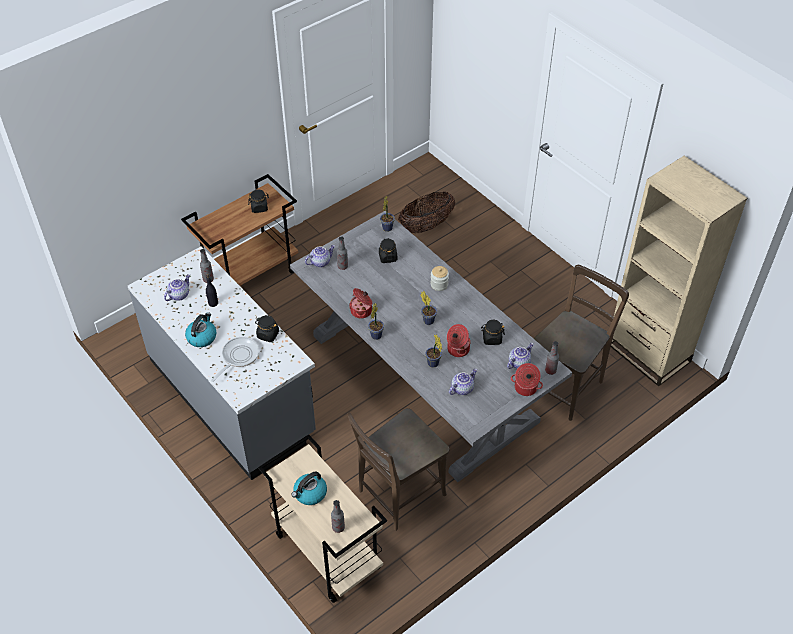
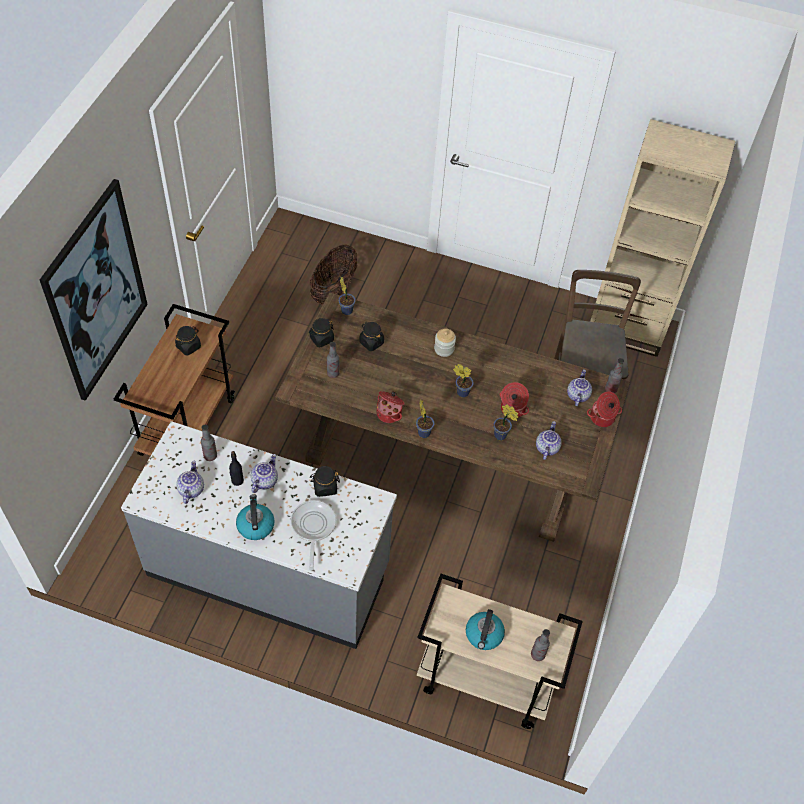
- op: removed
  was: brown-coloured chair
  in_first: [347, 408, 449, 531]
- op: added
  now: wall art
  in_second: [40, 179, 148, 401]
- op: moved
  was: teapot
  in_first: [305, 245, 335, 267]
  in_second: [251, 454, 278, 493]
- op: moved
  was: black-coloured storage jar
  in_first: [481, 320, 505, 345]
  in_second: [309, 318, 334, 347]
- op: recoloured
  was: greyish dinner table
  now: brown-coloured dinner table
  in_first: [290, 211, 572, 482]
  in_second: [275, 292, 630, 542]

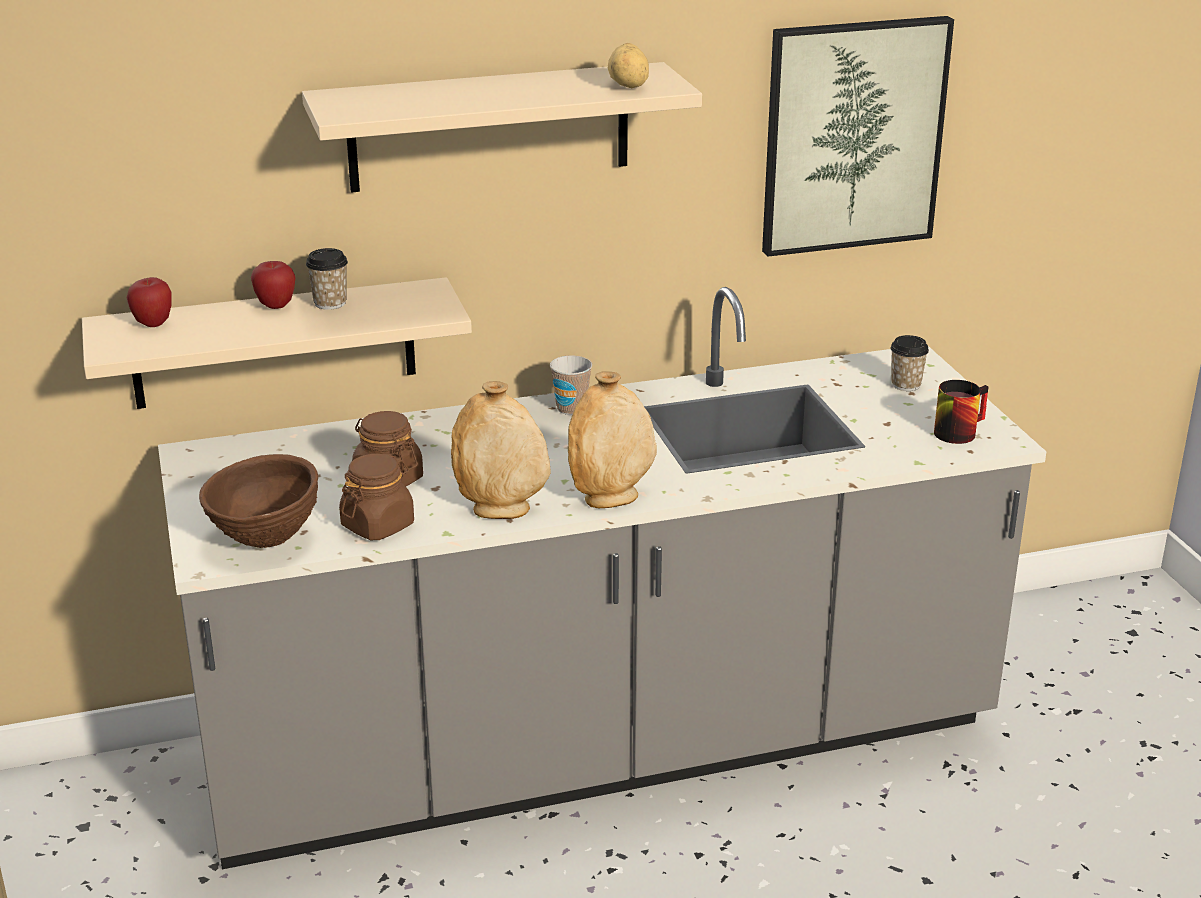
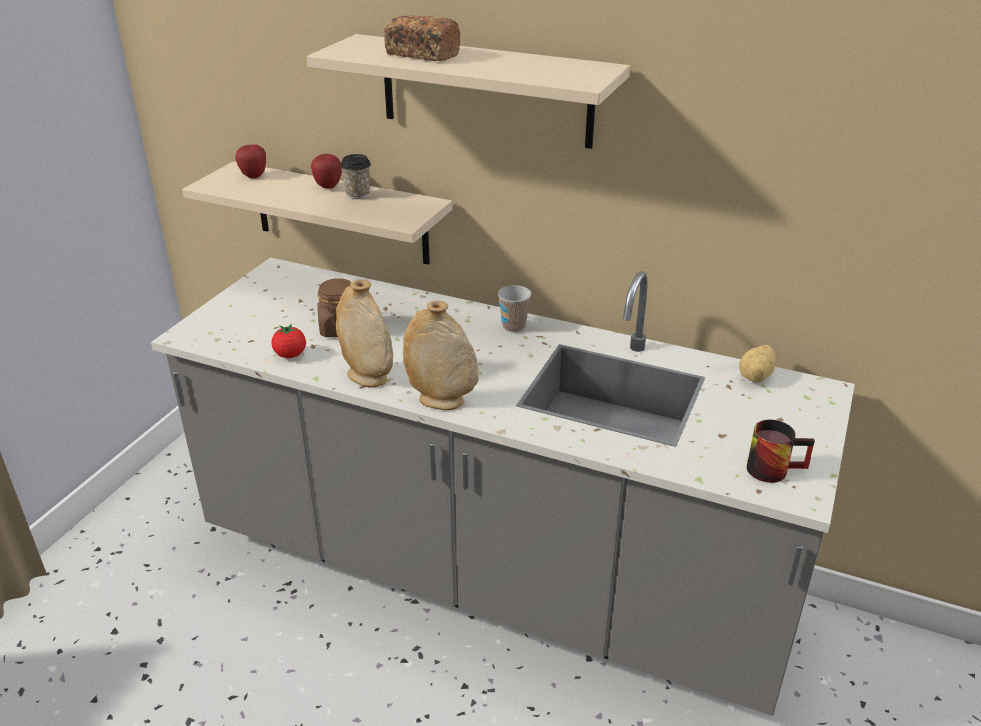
- op: removed
  was: brown-coloured bowl
  in_first: [199, 454, 318, 548]
- op: removed
  was: wall art
  in_first: [762, 16, 954, 257]
- op: removed
  was: small cup
  in_first: [891, 335, 929, 391]
- op: added
  now: bread
  in_second: [384, 15, 460, 61]
- op: moved
  was: spud
  in_first: [608, 43, 649, 88]
  in_second: [739, 345, 776, 383]
- op: replaced
  was: brown-coloured storage jar
  now: fresh tomato
  in_first: [339, 454, 414, 540]
  in_second: [271, 324, 306, 358]

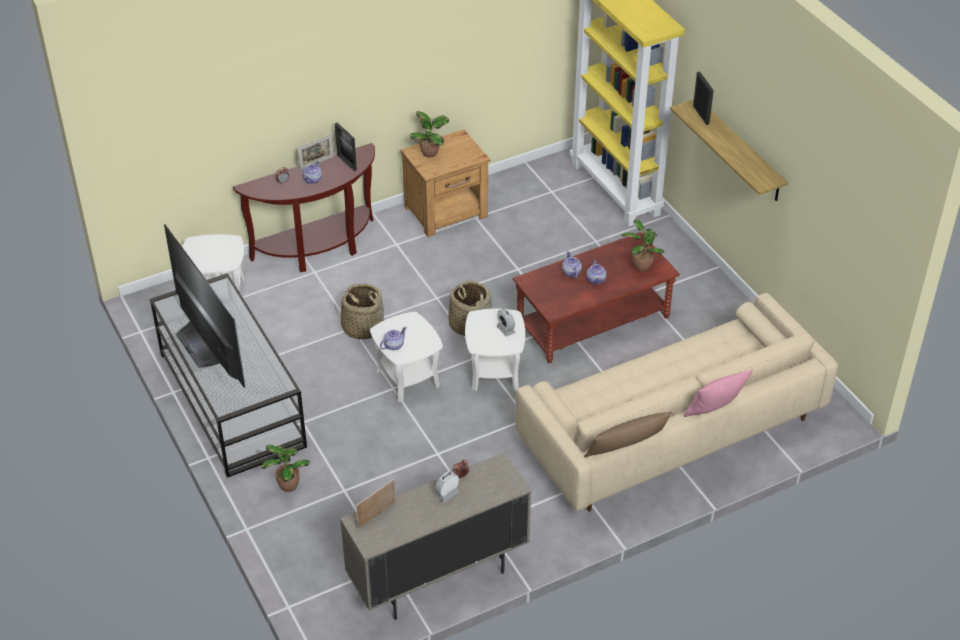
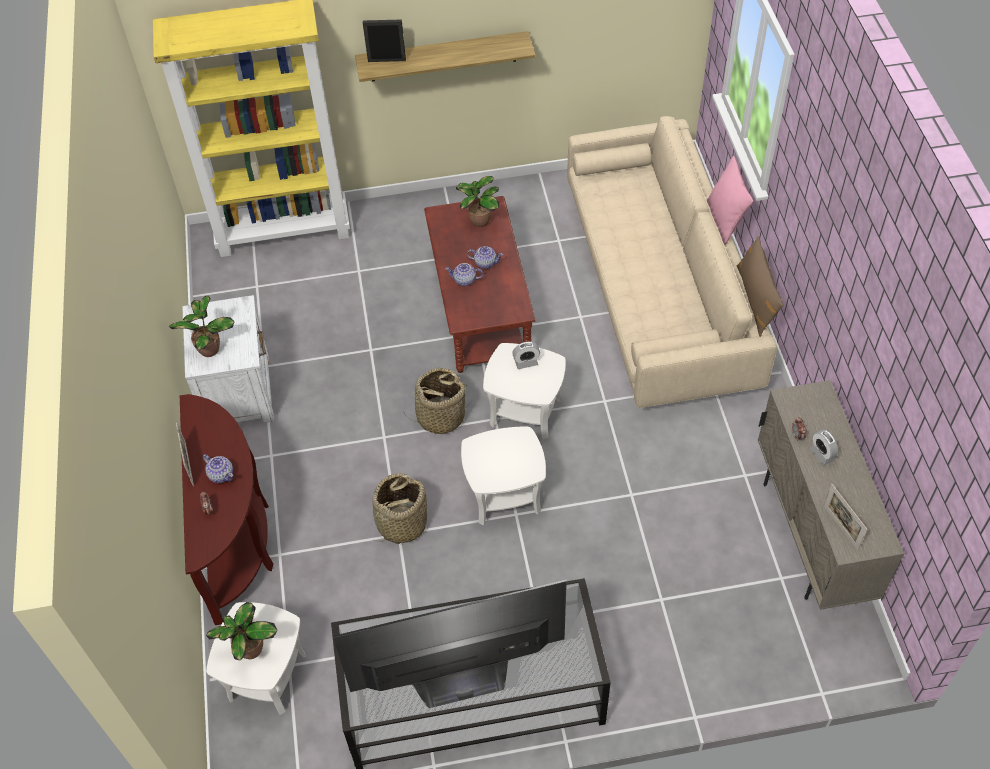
- op: removed
  was: standing frame
  in_first: [335, 123, 357, 171]
- op: removed
  was: teapot
  in_first: [380, 327, 407, 350]
- op: moved
  was: potted plant
  in_first: [260, 445, 311, 492]
  in_second: [206, 602, 278, 660]
- op: recoloured
  was: brown-coloured nightstand
  now: white nightstand
  in_first: [400, 129, 491, 237]
  in_second: [182, 295, 274, 423]

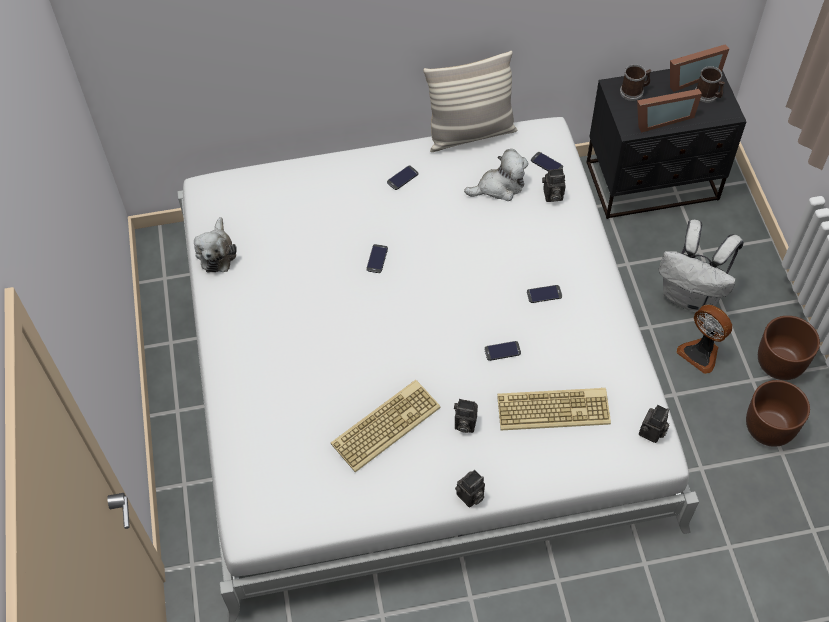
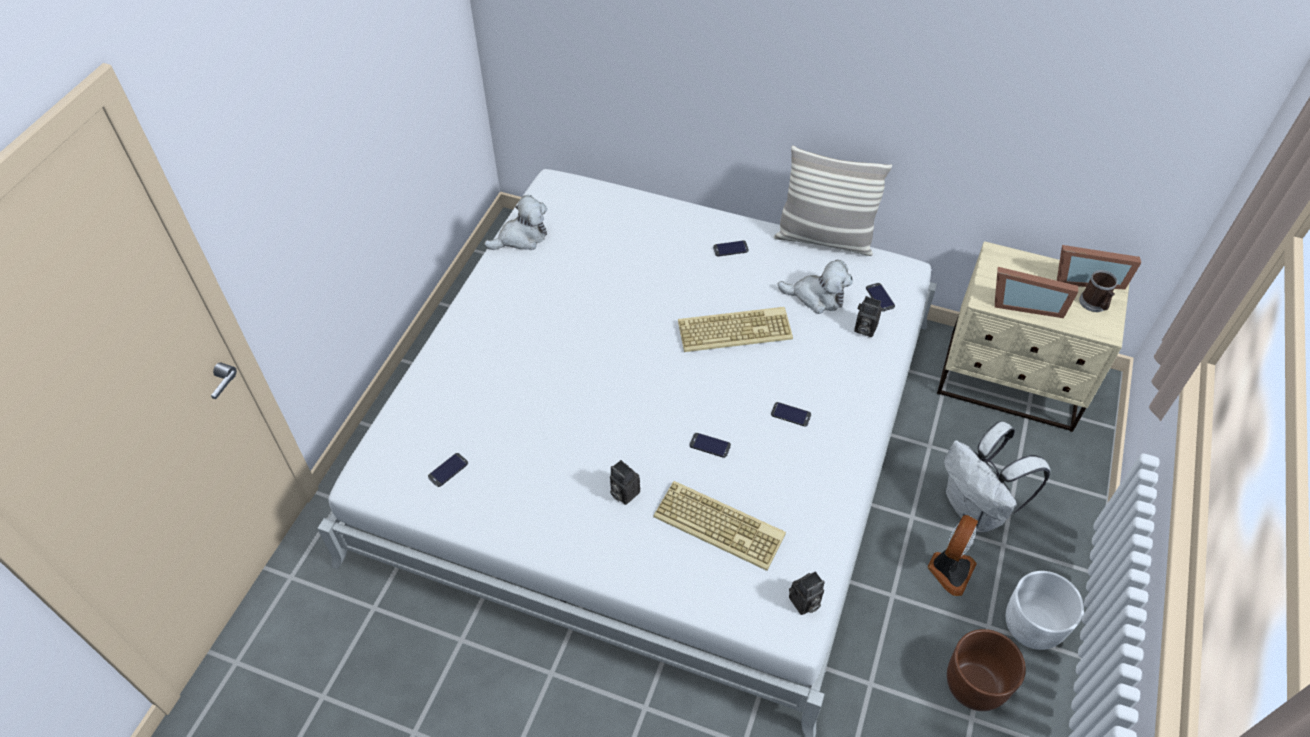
- op: removed
  was: still camera
  in_first: [455, 470, 485, 508]
- op: removed
  was: mug
  in_first: [620, 64, 651, 101]
- op: moved
  was: keyboard
  in_first: [331, 380, 441, 472]
  in_second: [678, 307, 793, 352]
- op: moved
  was: handset
  in_first: [366, 244, 388, 273]
  in_second: [428, 453, 468, 487]
- op: recoloured
  was: black-coloured nightstand
  now: beige nightstand
  in_first: [587, 69, 747, 219]
  in_second: [937, 241, 1130, 432]
- op: recoloured
  was: brown-coloured flower pot
  now: white flower pot
  in_first: [758, 316, 820, 380]
  in_second: [1006, 571, 1084, 650]
- op: turned
  was: plush toy
  in_first: [194, 217, 237, 272]
  in_second: [484, 195, 547, 250]
  clockwise: -150
- op: turned
  was: fan
  in_first: [677, 305, 732, 374]
  in_second: [928, 515, 978, 596]
  clockwise: -135

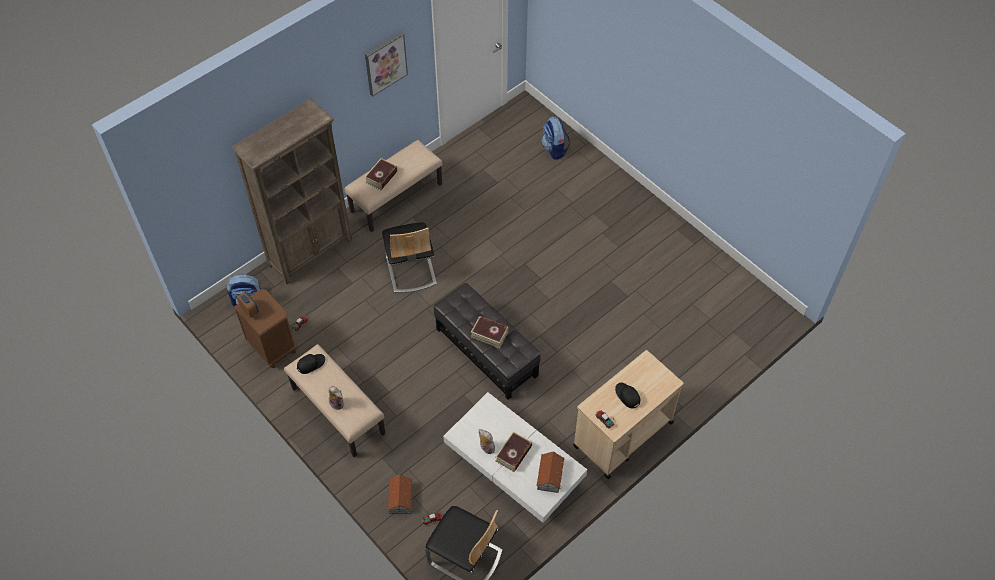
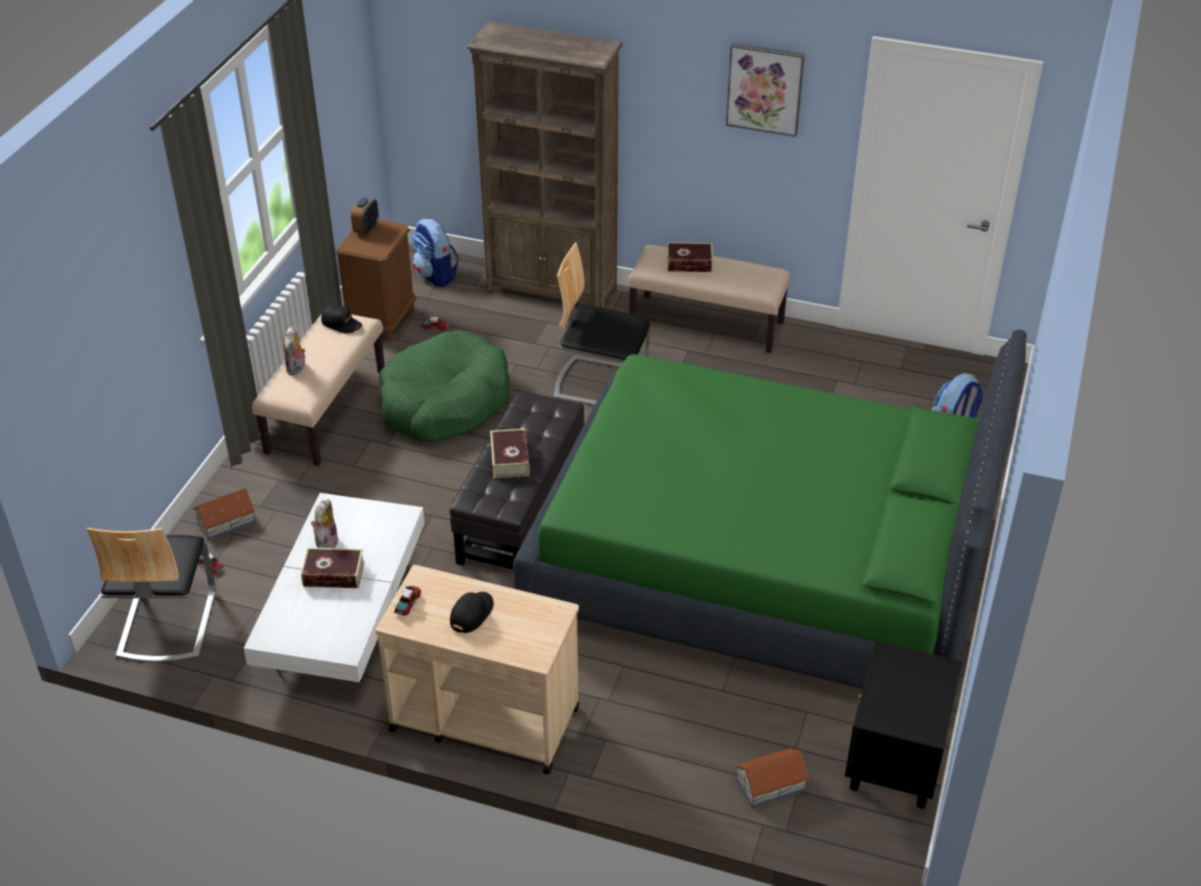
- op: added
  now: green dog cushion
  in_second: [379, 330, 510, 442]
- op: added
  now: green bed
  in_second: [513, 329, 1027, 688]
- op: added
  now: black-coloured nightstand
  in_second: [845, 641, 962, 809]
- op: moved
  was: miniature house
  in_first: [536, 451, 565, 493]
  in_second: [735, 748, 809, 808]
- op: turned
  was: chair
  in_first: [382, 222, 437, 293]
  in_second: [554, 242, 650, 405]
  clockwise: 60

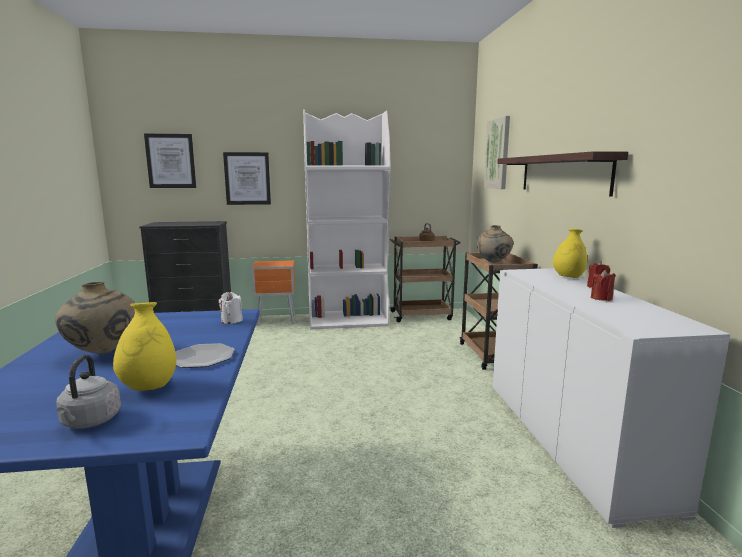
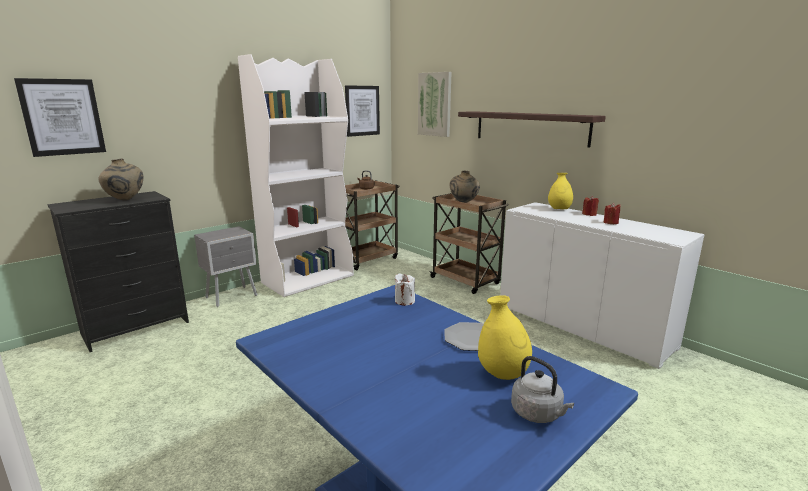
- op: moved
  was: beige flower vase
  in_first: [55, 281, 135, 354]
  in_second: [98, 159, 144, 201]
- op: moved
  was: wall art
  in_first: [223, 152, 271, 205]
  in_second: [345, 85, 380, 137]
- op: recoloured
  was: orange-coloured nightstand
  now: greyish nightstand
  in_first: [251, 260, 295, 325]
  in_second: [194, 226, 257, 307]

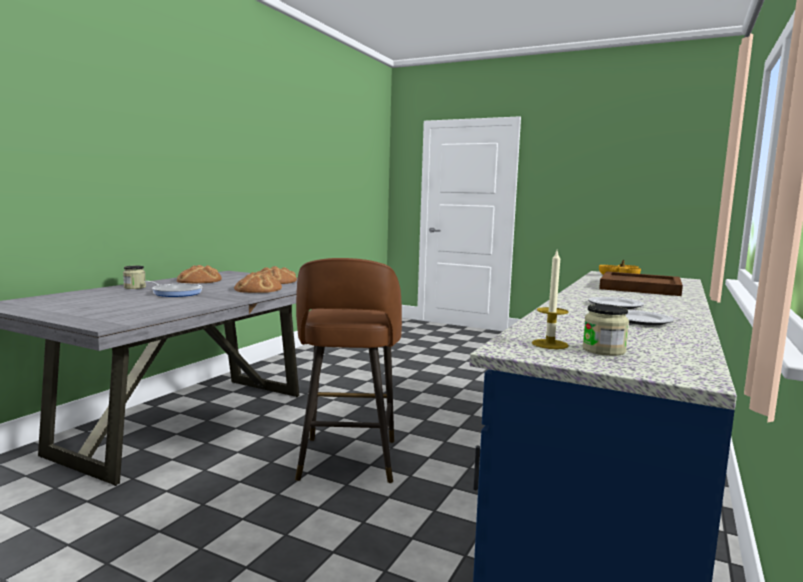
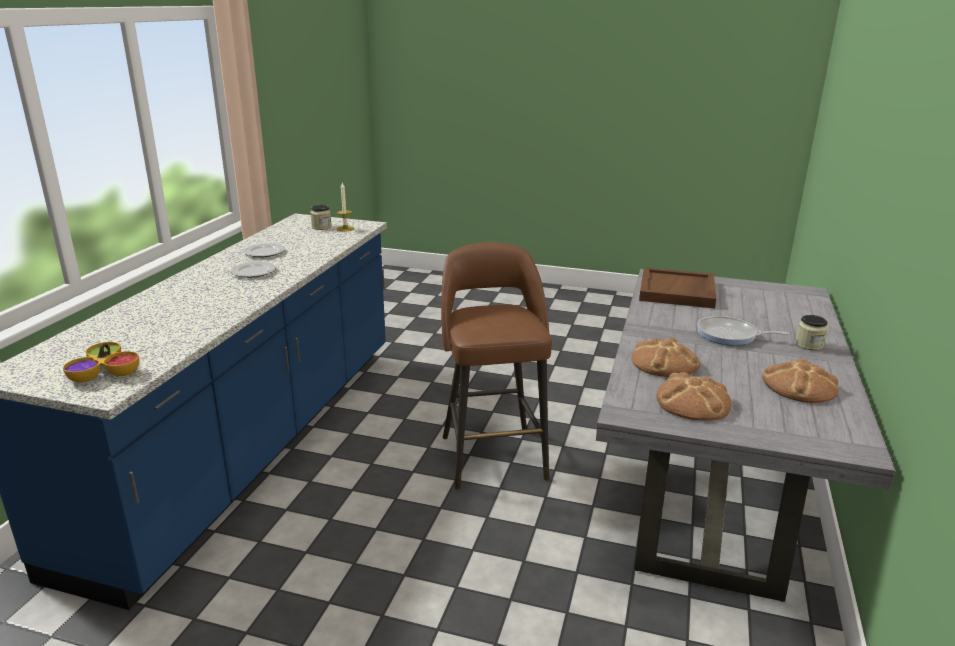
- op: moved
  was: brown-coloured carrying tray
  in_first: [599, 271, 683, 296]
  in_second: [639, 267, 716, 309]

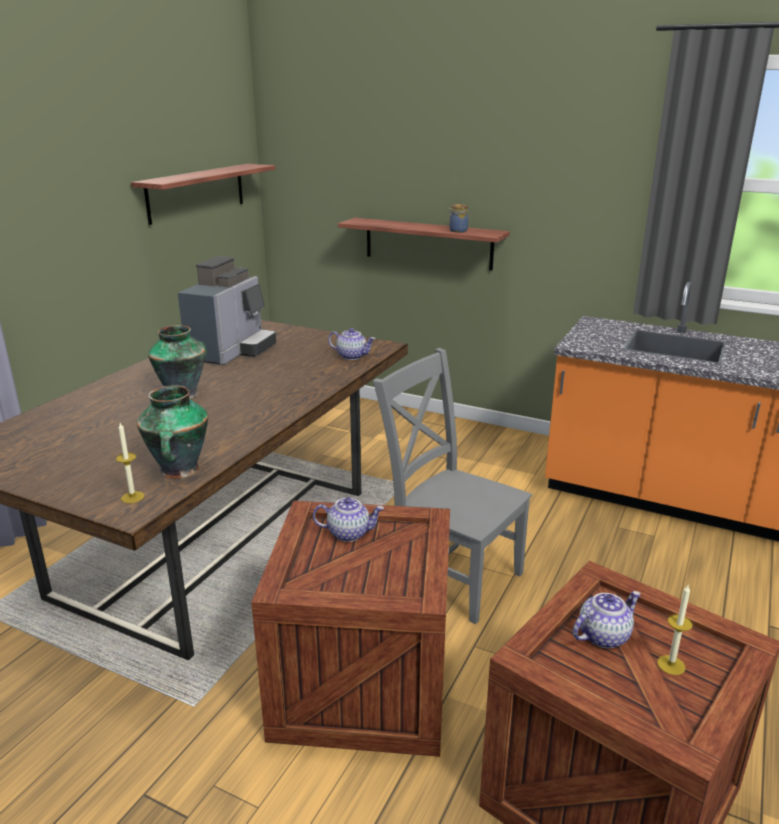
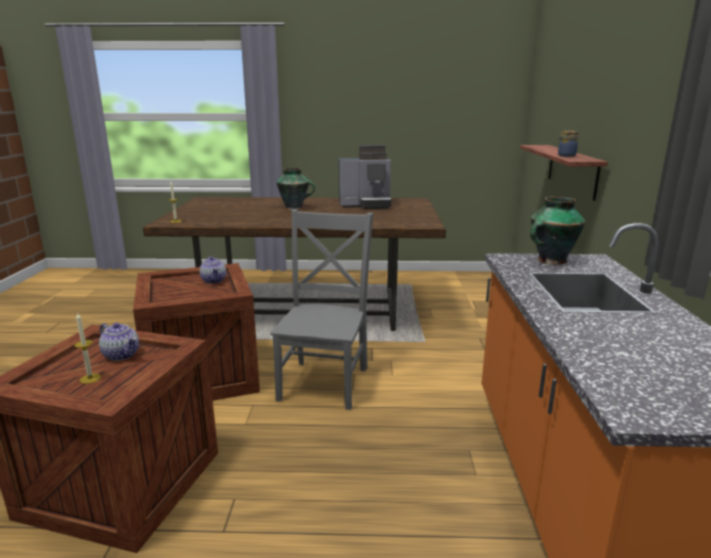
- op: removed
  was: wall shelf
  in_first: [131, 164, 275, 225]
- op: removed
  was: teapot
  in_first: [328, 328, 375, 360]
- op: moved
  was: flower vase
  in_first: [136, 385, 208, 479]
  in_second: [530, 196, 585, 265]

